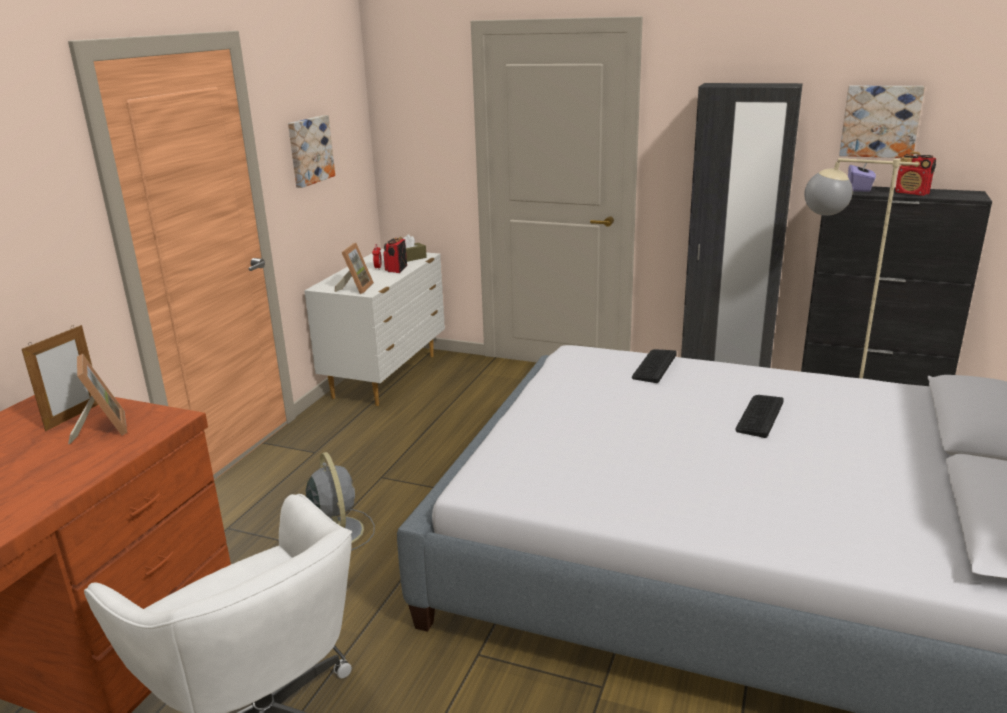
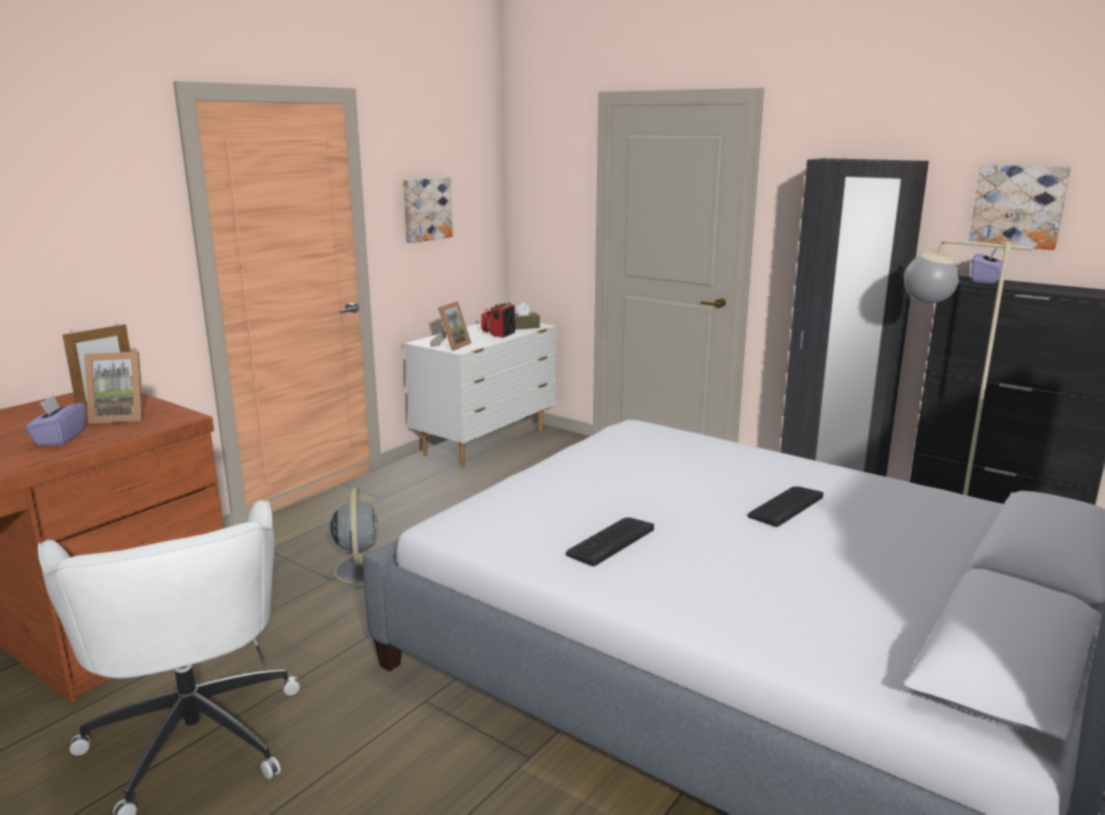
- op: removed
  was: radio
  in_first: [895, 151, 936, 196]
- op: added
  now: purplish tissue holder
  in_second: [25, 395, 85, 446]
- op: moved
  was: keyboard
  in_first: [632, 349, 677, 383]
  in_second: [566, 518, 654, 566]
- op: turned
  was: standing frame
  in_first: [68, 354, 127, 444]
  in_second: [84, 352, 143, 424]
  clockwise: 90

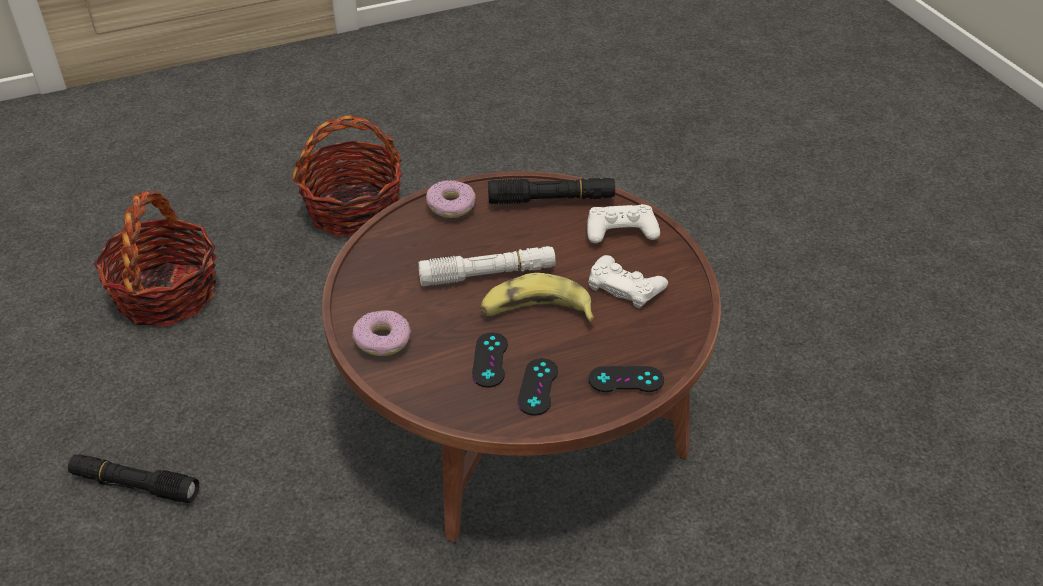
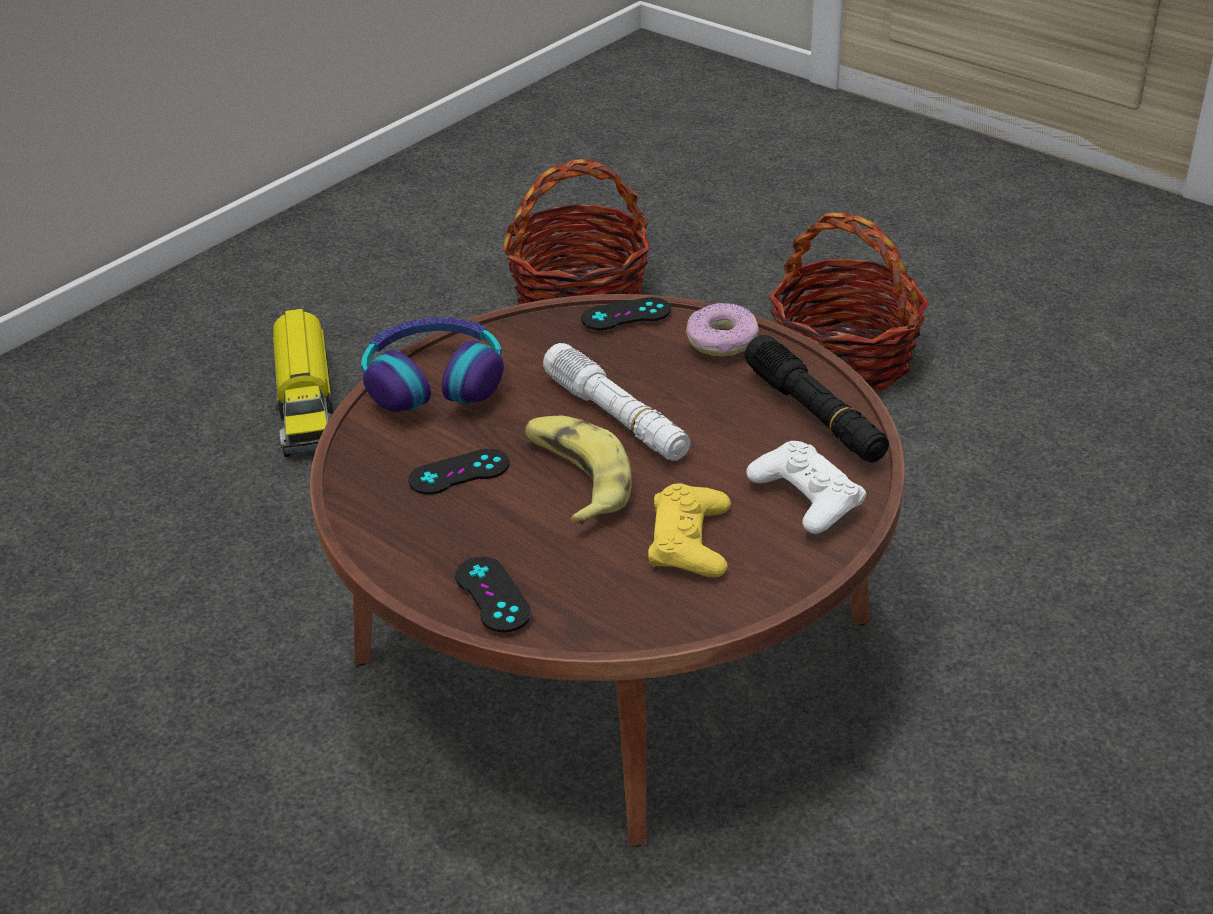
- op: moved
  was: black-coloured joypad
  in_first: [517, 358, 558, 416]
  in_second: [581, 297, 671, 330]
- op: replaced
  was: black-coloured hand torch
  now: toy lorry
  in_first: [68, 454, 199, 503]
  in_second: [273, 309, 334, 457]
- op: replaced
  was: donut
  now: pair of headphones
  in_first: [352, 310, 411, 356]
  in_second: [361, 317, 504, 412]
- op: recoloured
  was: white joypad
  now: yellow joypad
  in_first: [588, 255, 668, 308]
  in_second: [648, 483, 731, 577]

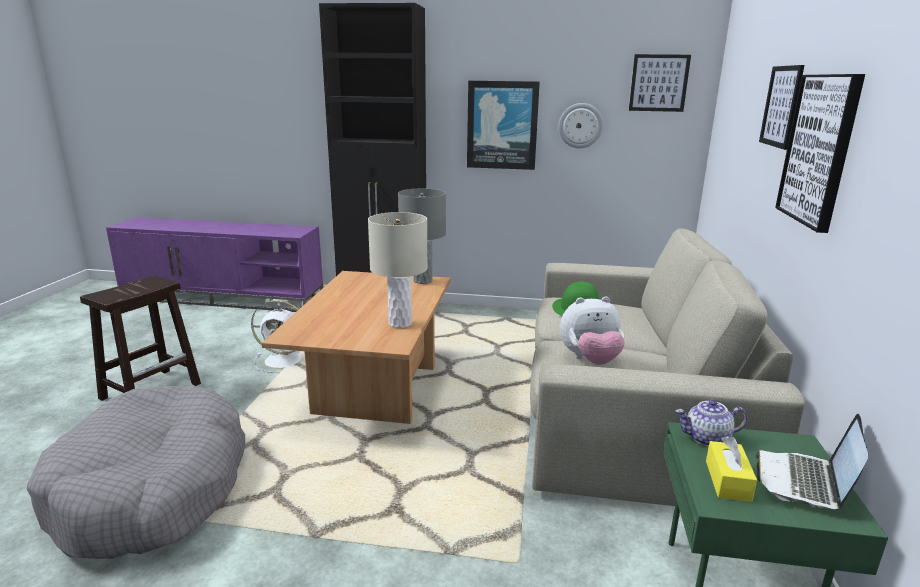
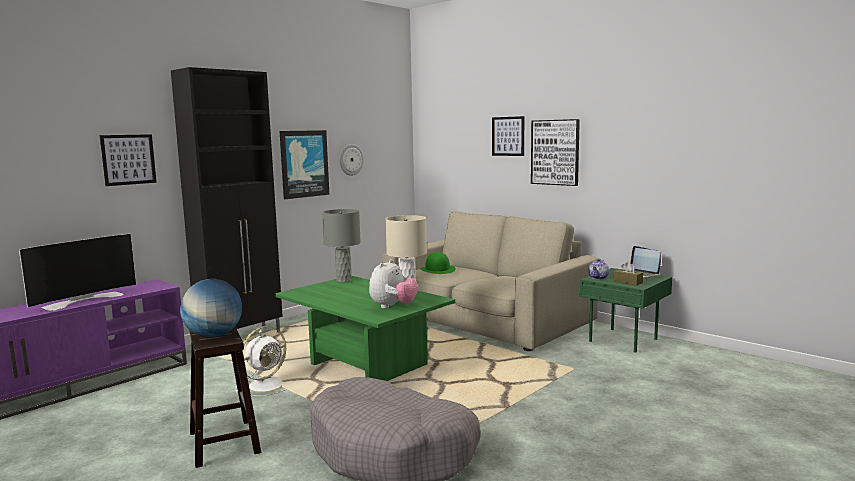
- op: added
  now: TV
  in_second: [19, 233, 137, 311]
- op: added
  now: world globe
  in_second: [180, 279, 242, 338]
- op: moved
  was: plush toy
  in_first: [560, 297, 625, 365]
  in_second: [369, 259, 418, 309]
- op: moved
  was: wall art
  in_first: [629, 54, 691, 112]
  in_second: [99, 134, 157, 186]
- op: recoloured
  was: brown-coloured coffee table
  now: green coffee table
  in_first: [262, 271, 451, 424]
  in_second: [275, 276, 455, 381]
- op: recoloured
  was: yellow tissue holder
  now: brown-coloured tissue holder
  in_first: [706, 436, 757, 502]
  in_second: [614, 262, 643, 286]

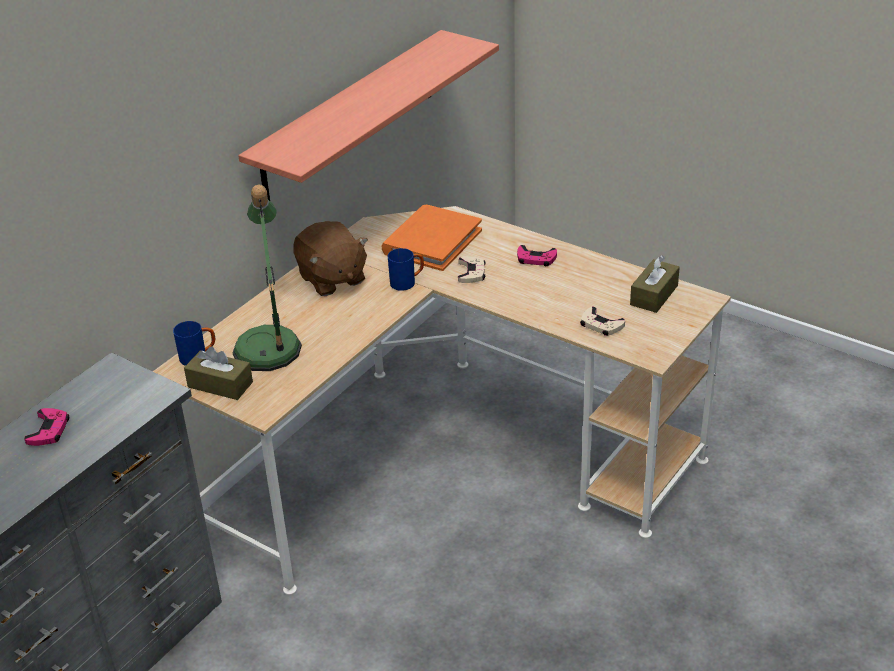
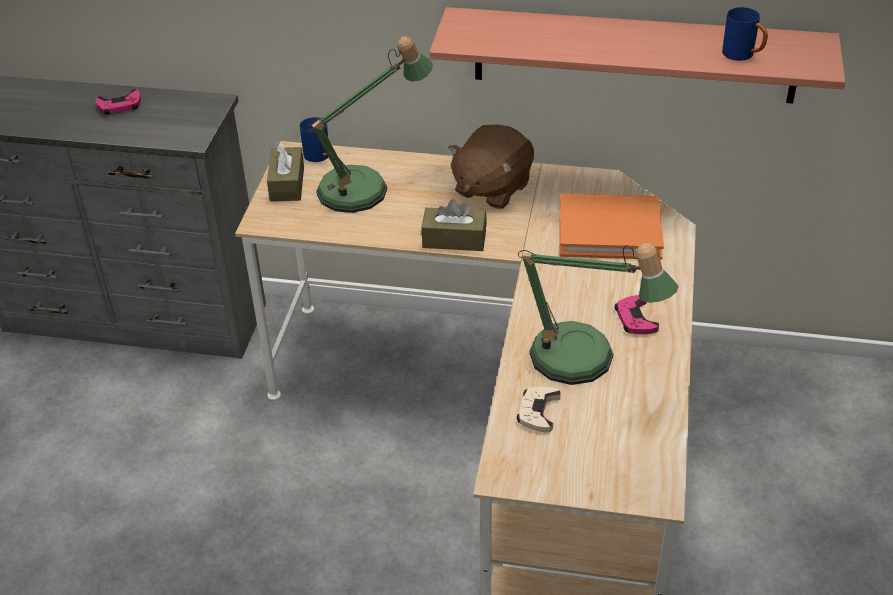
- op: removed
  was: beige joypad
  in_first: [458, 256, 486, 283]
- op: added
  now: tabletop lamp
  in_second: [518, 243, 679, 385]
- op: moved
  was: blue-coloured mug
  in_first: [388, 248, 424, 291]
  in_second: [722, 7, 768, 61]
- op: moved
  was: brown-coloured tissue holder
  in_first: [630, 255, 680, 313]
  in_second: [421, 199, 487, 251]

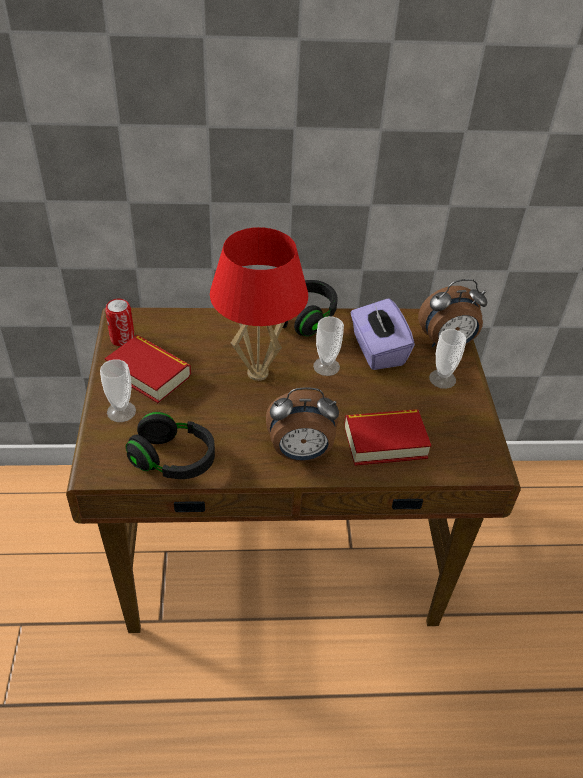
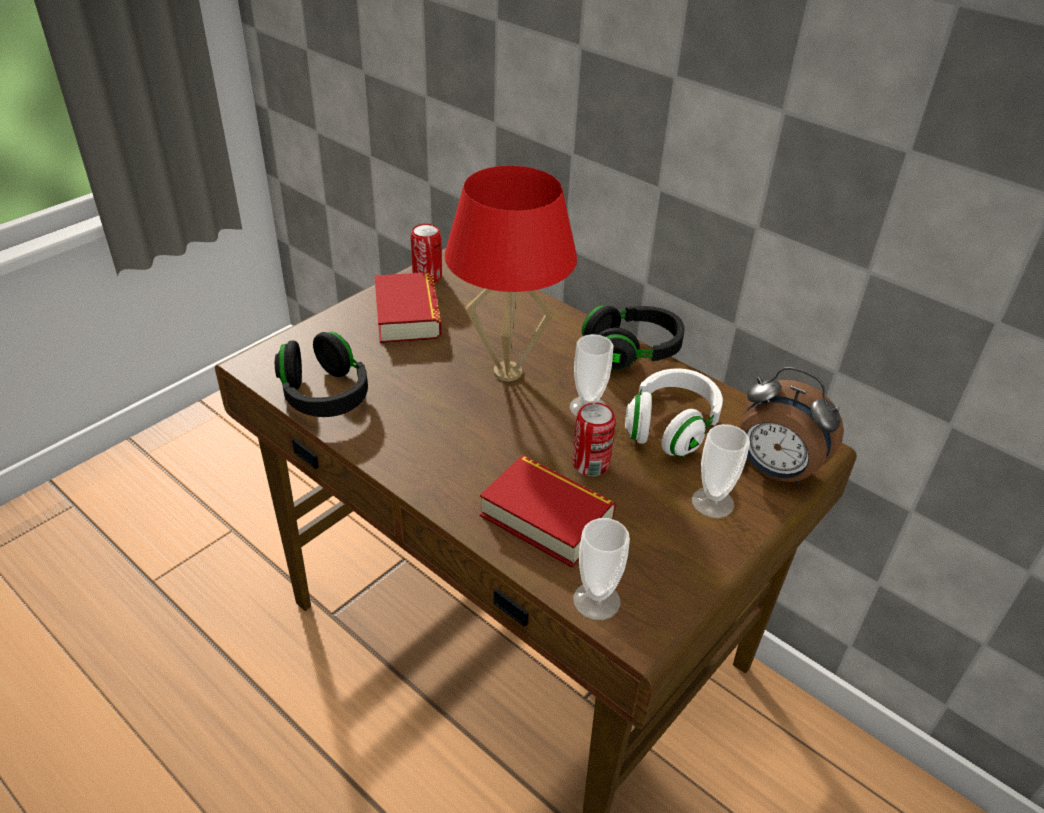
- op: removed
  was: alarm clock
  in_first: [266, 387, 339, 461]
- op: added
  now: can
  in_second: [572, 402, 616, 476]
- op: moved
  was: small cup
  in_first: [100, 359, 136, 422]
  in_second: [573, 518, 630, 620]
- op: replaced
  was: purplish tissue holder
  now: white pair of headphones
  in_first: [351, 298, 415, 370]
  in_second: [625, 368, 723, 457]

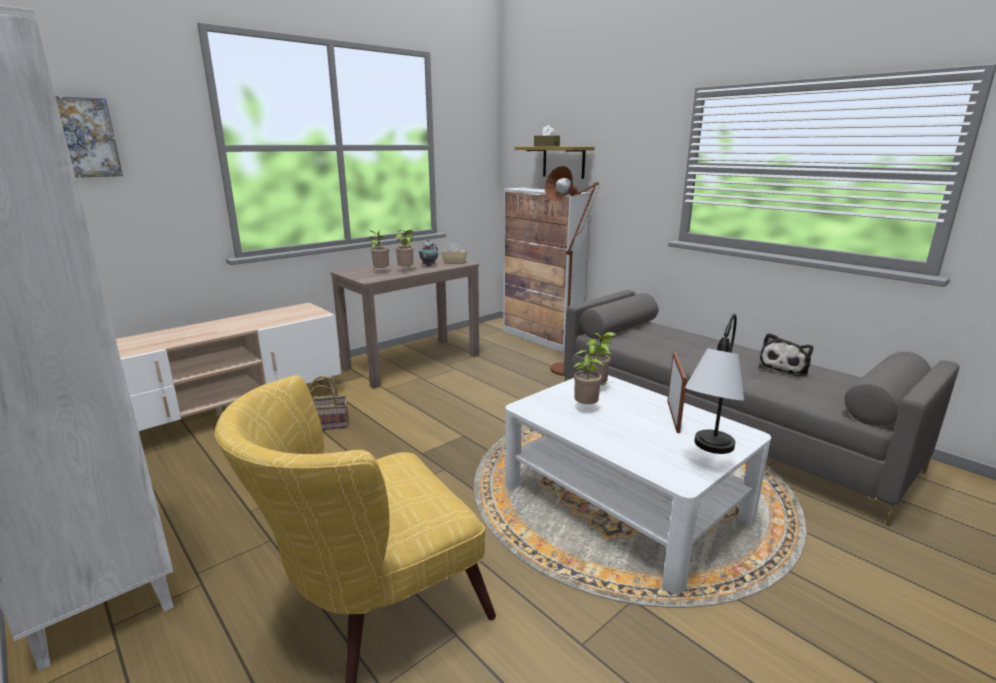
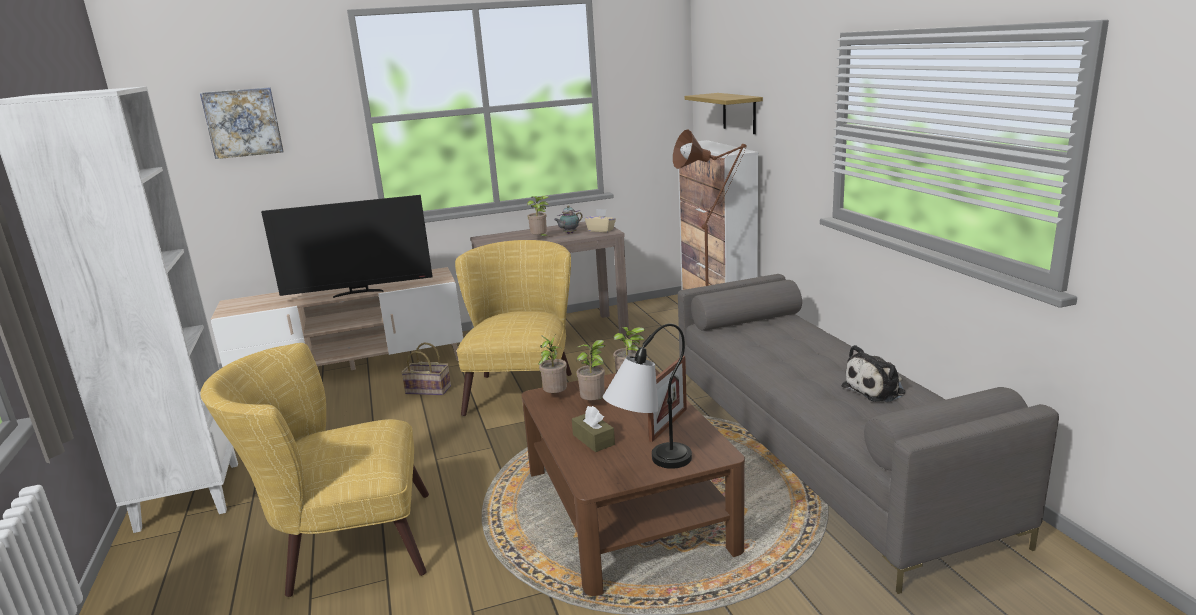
- op: added
  now: TV
  in_second: [261, 195, 433, 298]
- op: added
  now: yellow lounge chair
  in_second: [455, 240, 572, 416]
- op: moved
  was: potted plant
  in_first: [369, 230, 389, 270]
  in_second: [538, 335, 567, 393]
- op: moved
  was: brown-coloured tissue holder
  in_first: [534, 125, 560, 146]
  in_second: [572, 406, 615, 452]
- op: recoloured
  was: white coffee table
  now: brown-coloured coffee table
  in_first: [505, 375, 771, 594]
  in_second: [521, 369, 745, 596]

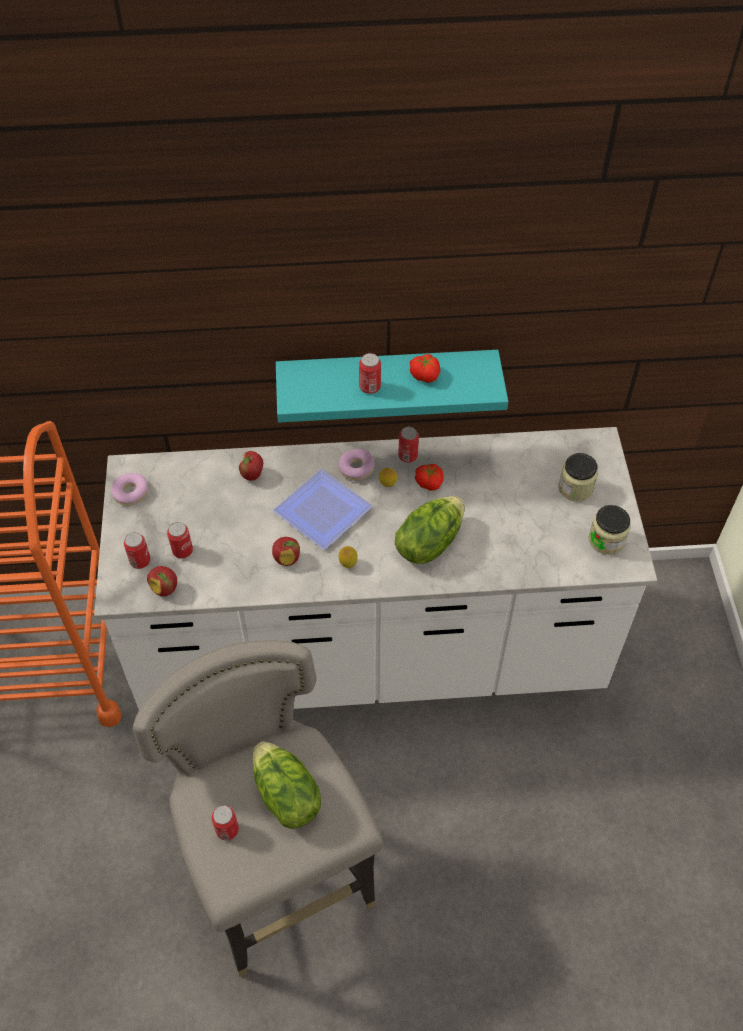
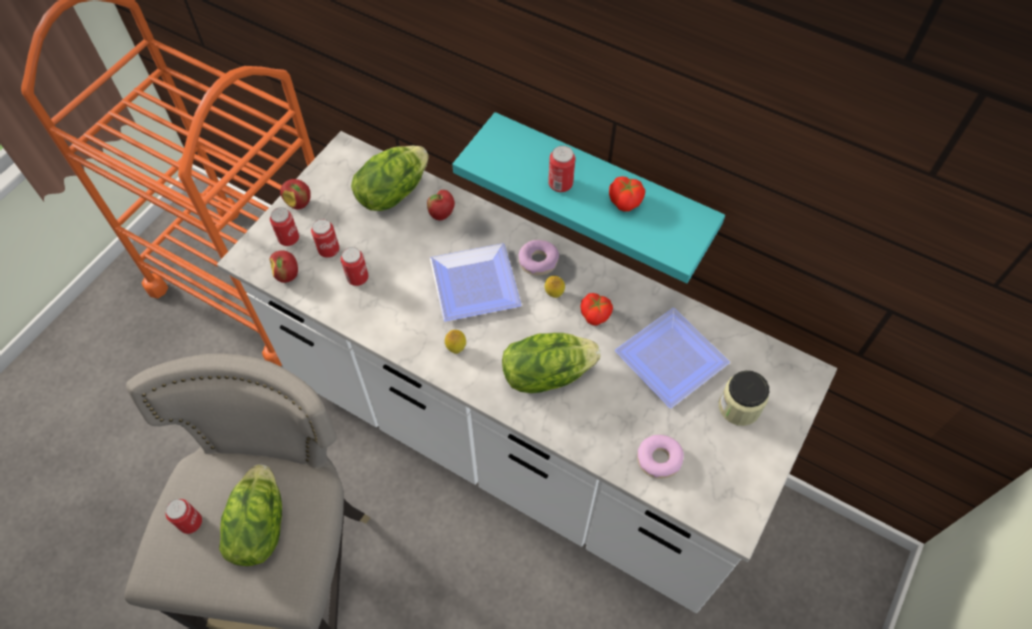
- op: removed
  was: storage jar
  in_first: [589, 505, 630, 555]
- op: added
  now: lettuce
  in_second: [351, 146, 429, 211]
- op: added
  now: flat dish
  in_second: [615, 308, 730, 408]
- op: moved
  was: donut
  in_first: [111, 473, 148, 506]
  in_second: [637, 435, 684, 479]
- op: moved
  was: apple fruit
  in_first: [272, 537, 300, 566]
  in_second: [280, 179, 311, 209]
- op: moved
  was: can
  in_first: [398, 427, 419, 463]
  in_second: [341, 247, 368, 286]

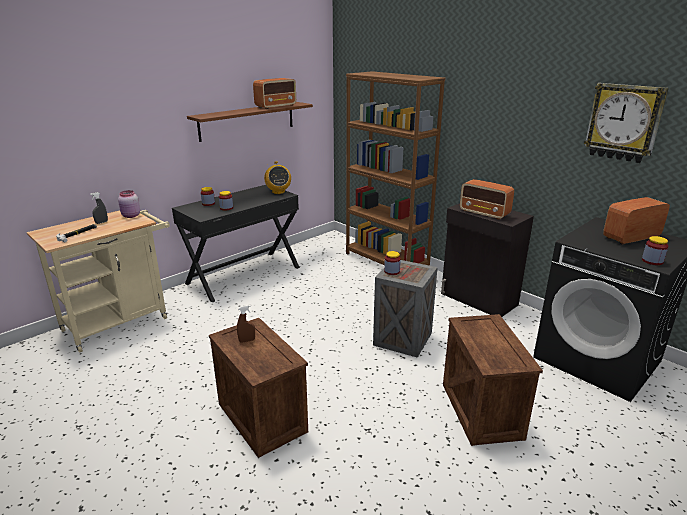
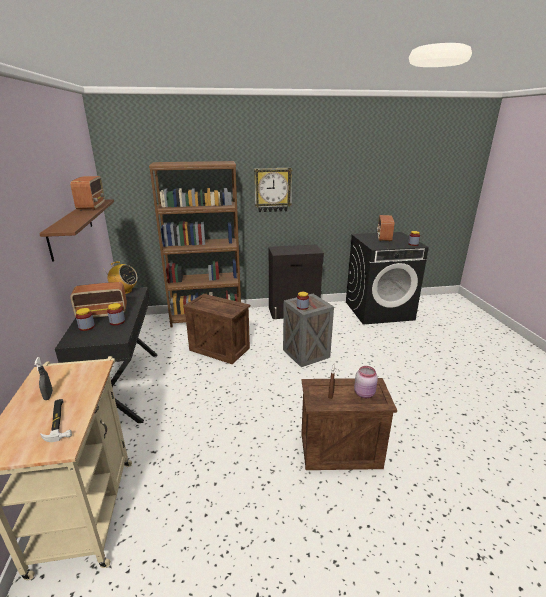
- op: moved
  was: pink-coloured storage jar
  in_first: [118, 190, 140, 218]
  in_second: [354, 366, 378, 398]
- op: moved
  was: crate
  in_first: [443, 314, 543, 446]
  in_second: [183, 294, 250, 364]
- op: moved
  was: radio
  in_first: [460, 179, 514, 220]
  in_second: [70, 282, 127, 318]
- op: moved
  was: clock on the wall
  in_first: [584, 83, 669, 163]
  in_second: [254, 168, 292, 212]

